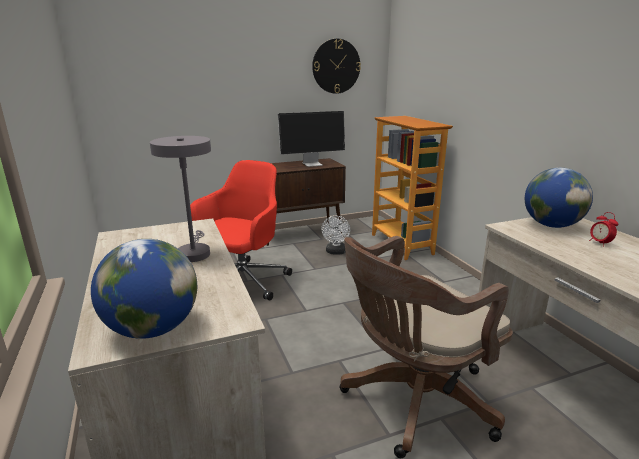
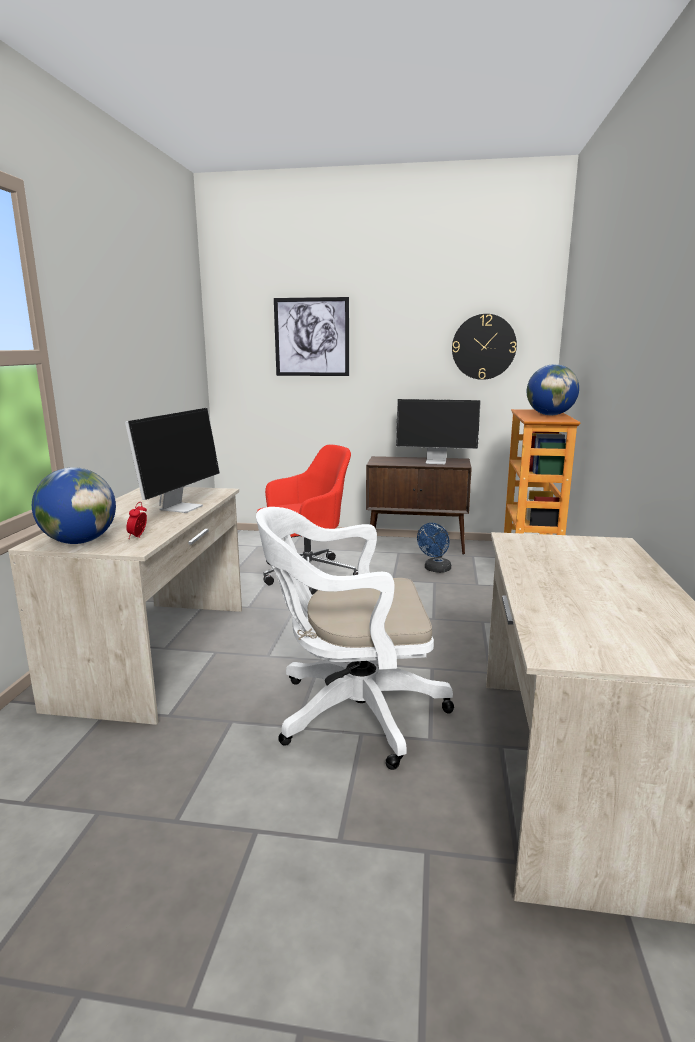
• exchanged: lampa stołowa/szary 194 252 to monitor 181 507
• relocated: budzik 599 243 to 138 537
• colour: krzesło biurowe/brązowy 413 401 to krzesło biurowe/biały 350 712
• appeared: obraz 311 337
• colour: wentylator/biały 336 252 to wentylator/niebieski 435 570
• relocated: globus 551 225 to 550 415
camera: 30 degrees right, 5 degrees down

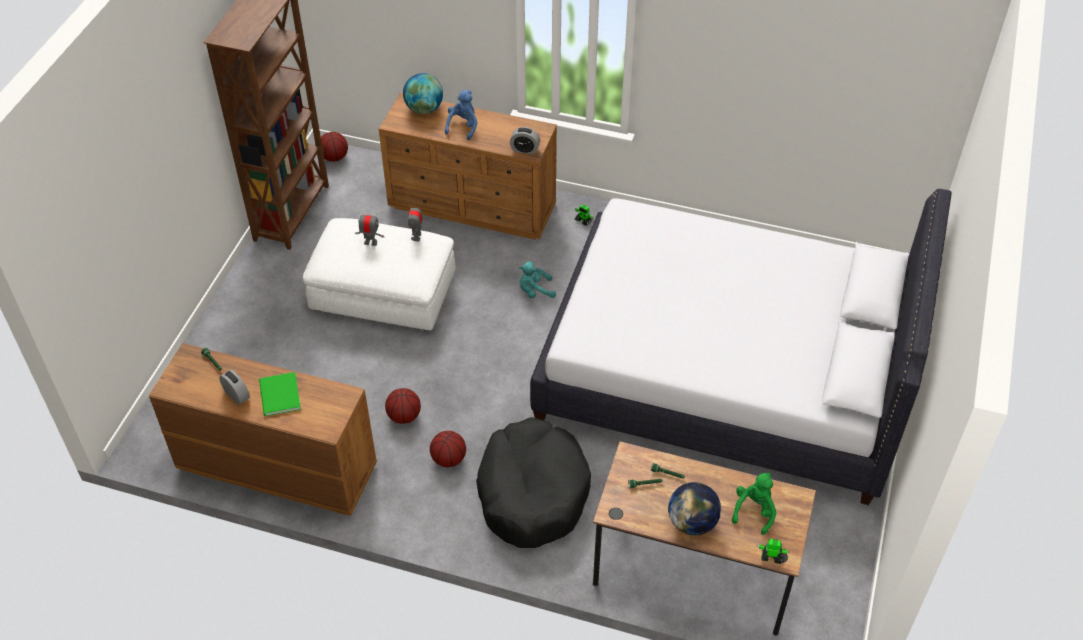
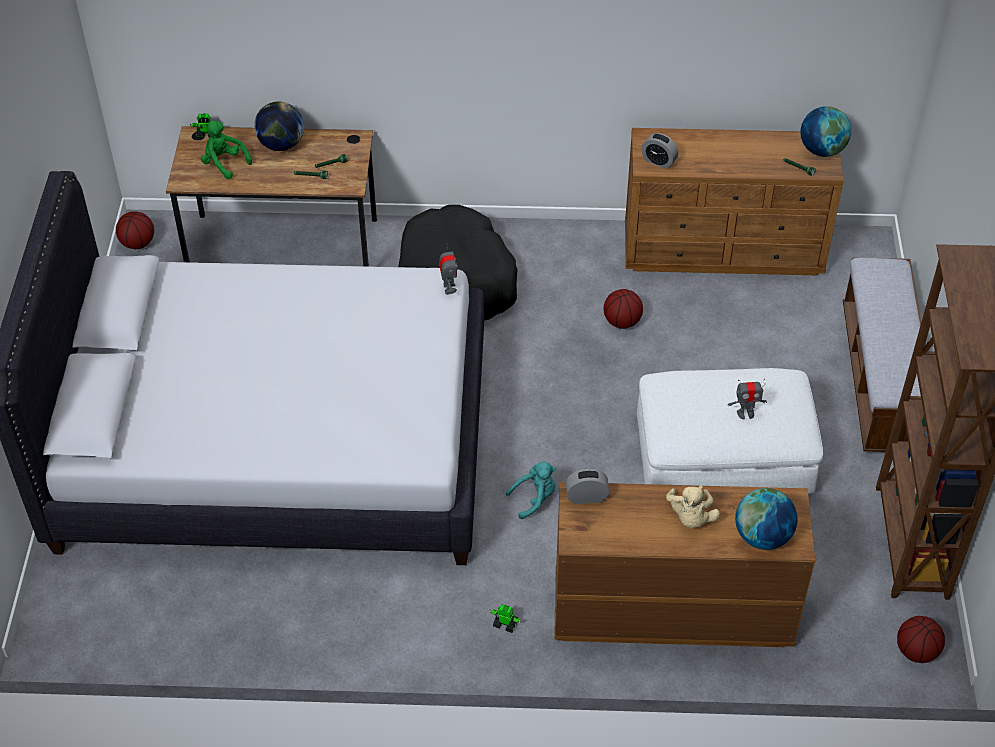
• relocated: piłka do koszykówki 448 459 to 138 243
• spun: pluszak/zielony 754 511 = 224 163 120 degrees clockwise
• relocated: robot zabawkowy 416 236 to 449 288
• relocated: budzik 236 395 to 658 161
• colour: pluszak/niebieski 463 126 to pluszak/beżowy 691 518
• appeared: globus 822 150
• appeared: ławka 880 379
• missing: książka/zielony 279 396
camera: 165 degrees right, 0 degrees up

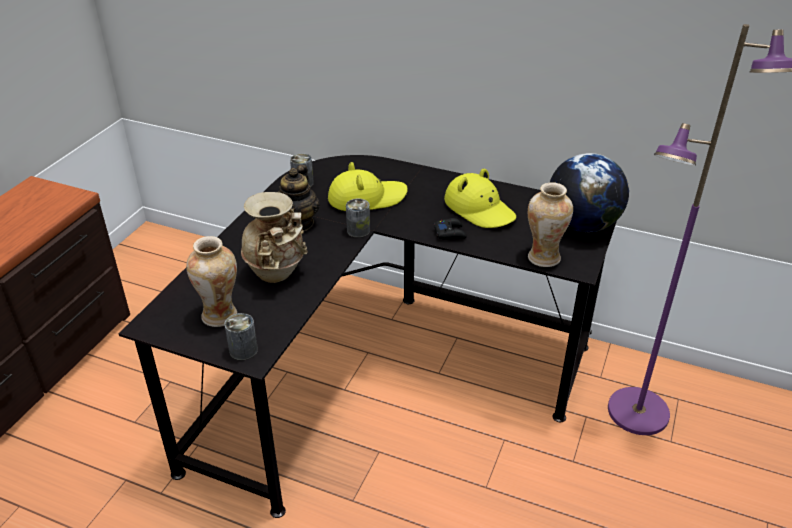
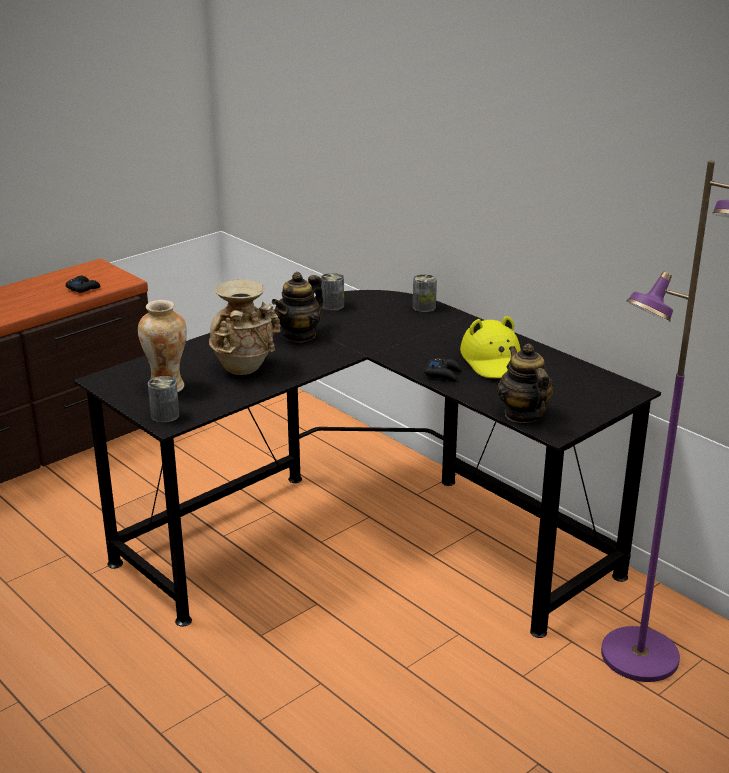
• appeared: pad do gier/czarny 83 288
• relocated: puszka 358 230 to 424 307
• exchanged: wazon 543 257 to imbryk 523 414
• missing: kapelusz/żółty 366 198
• missing: globus 582 225
camera: 25 degrees right, 10 degrees down

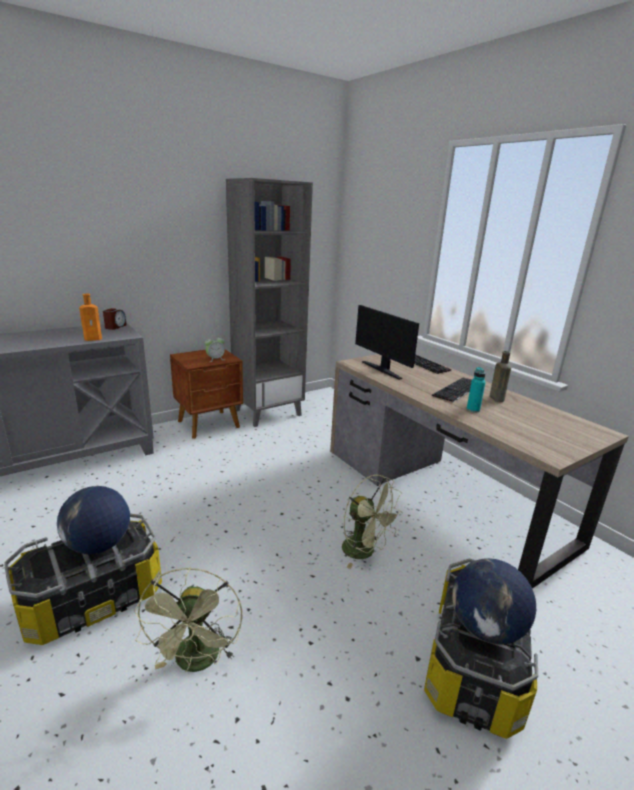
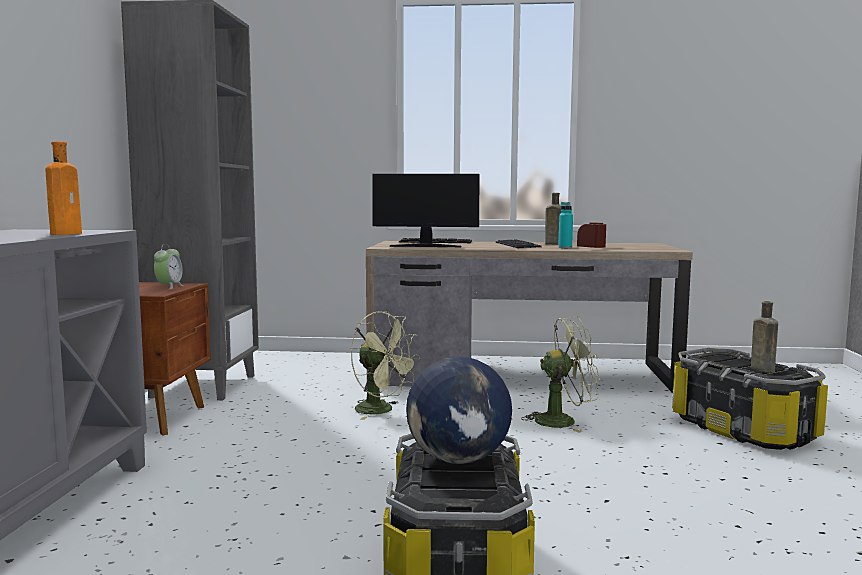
• relocated: wentylator/zielony 197 662 to 381 411
• relocated: budzik 115 327 to 591 246
• exchanged: globus 486 628 to butelka/brązowy 761 369
camera: 50 degrees left, 15 degrees down

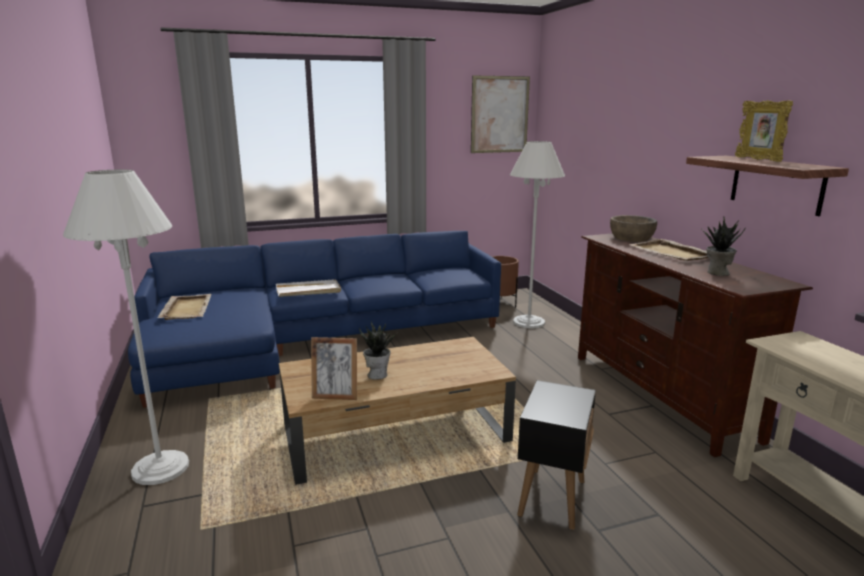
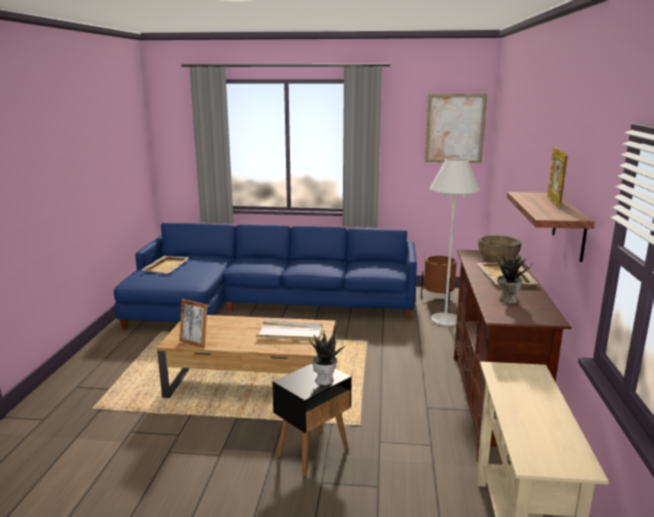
• relocated: taca/biały 308 291 to 290 334
• relocated: roślina doniczkowa 377 374 to 324 380
• missing: lampa stojąca/biały 160 468
camera: 25 degrees right, 0 degrees up

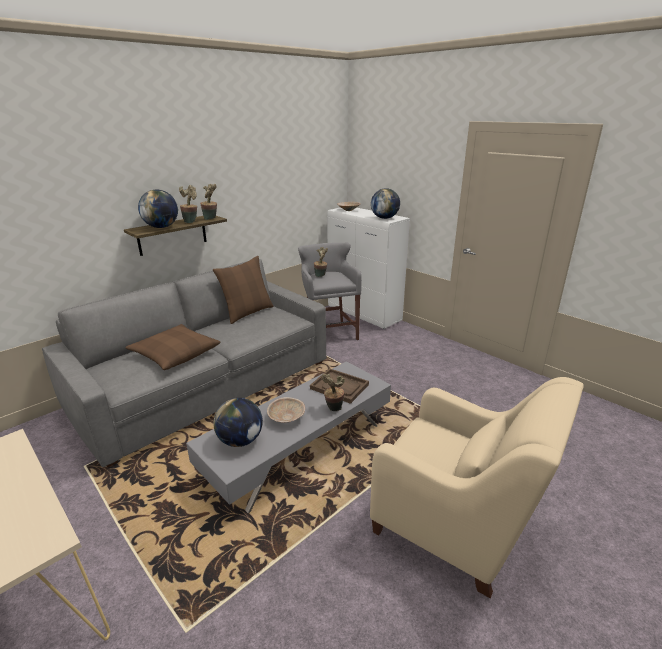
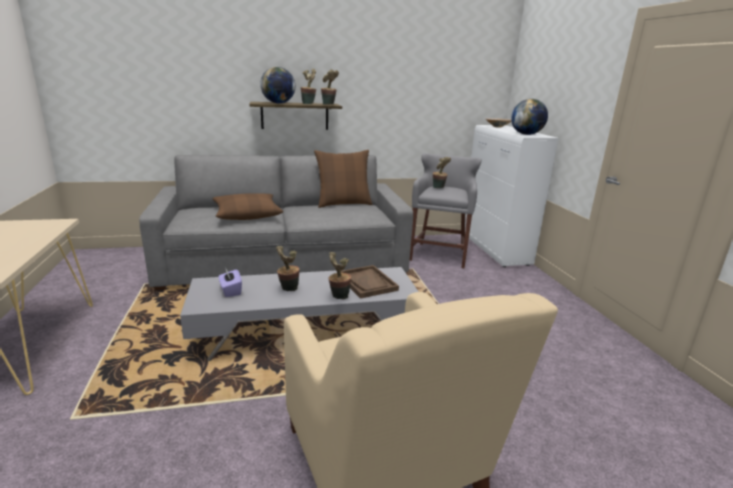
• exchanged: globus 240 440 to pudełko chusteczek/fioletowy 230 291
• exchanged: miska/beżowy 286 418 to roślina doniczkowa 287 289
camera: 30 degrees right, 5 degrees down

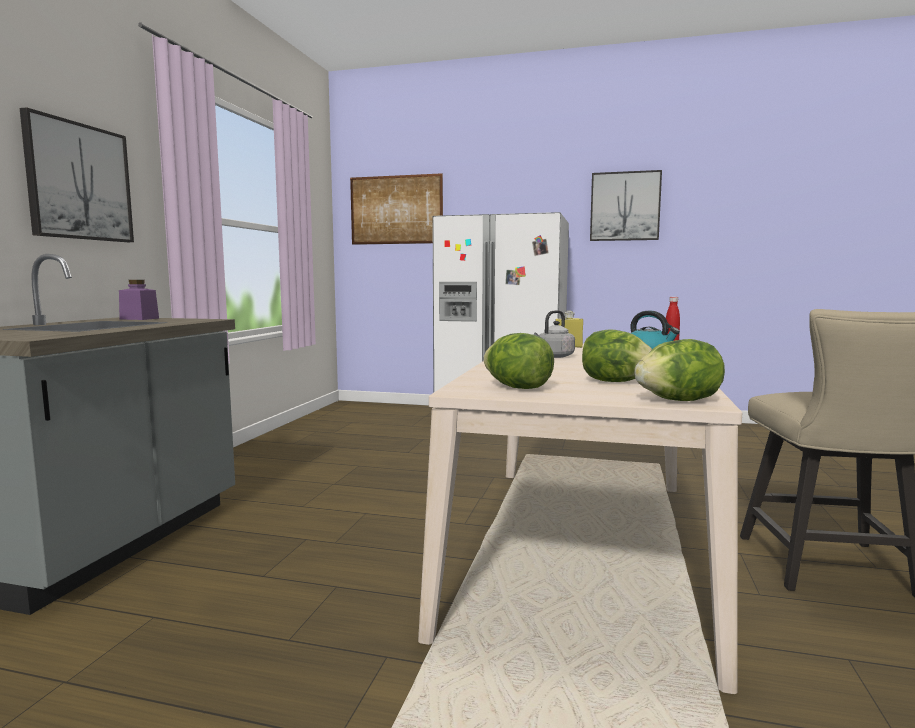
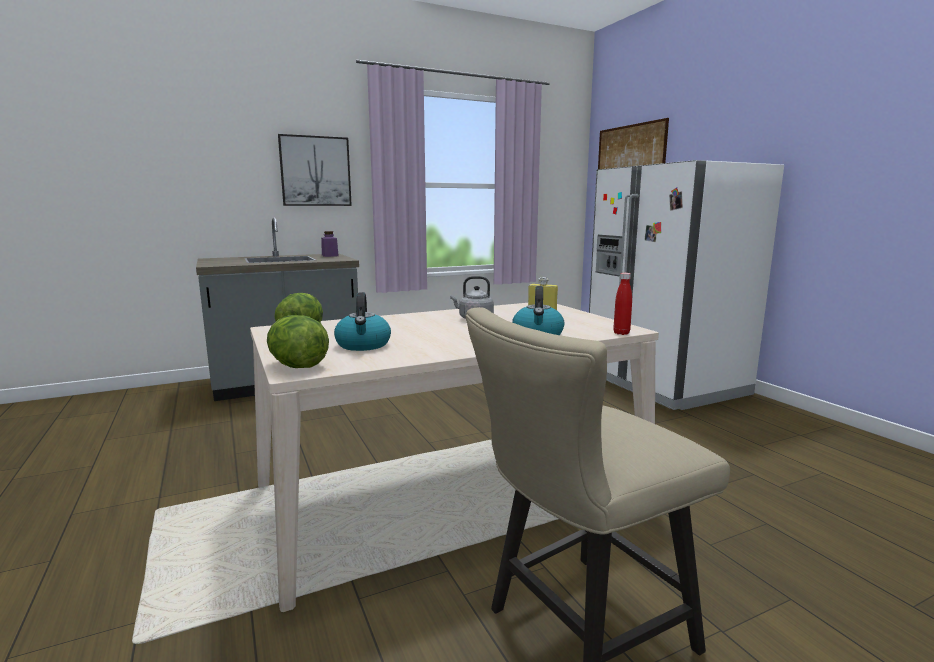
• exchanged: sałata 615 382 to czajnik 363 345
• missing: obraz 625 206
camera: 50 degrees right, 5 degrees up

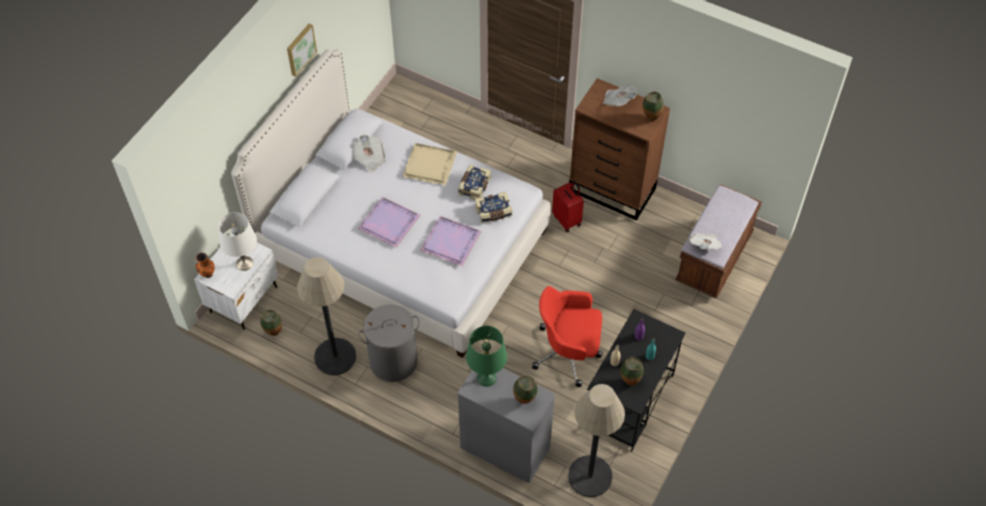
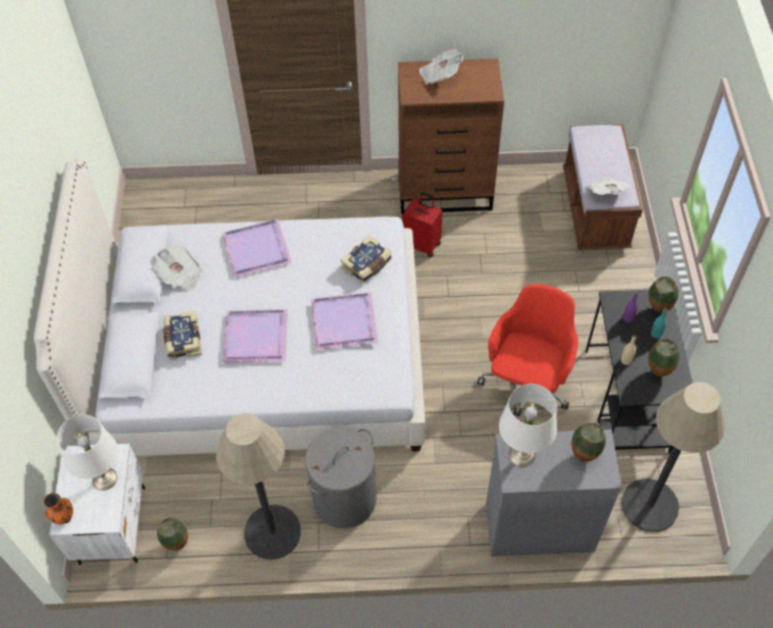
• relocated: książka 474 186 to 183 340
• colour: taca/beżowy 429 164 to taca/fioletowy 255 248
• spun: krzesło biurowe/czerwony 568 352 = 527 382 135 degrees clockwise
• colour: lampa stołowa/zielony 486 378 to lampa stołowa/biały 521 454
• relocated: wazon 650 118 to 657 310
• missing: obraz 300 49
camera: 30 degrees left, 0 degrees up

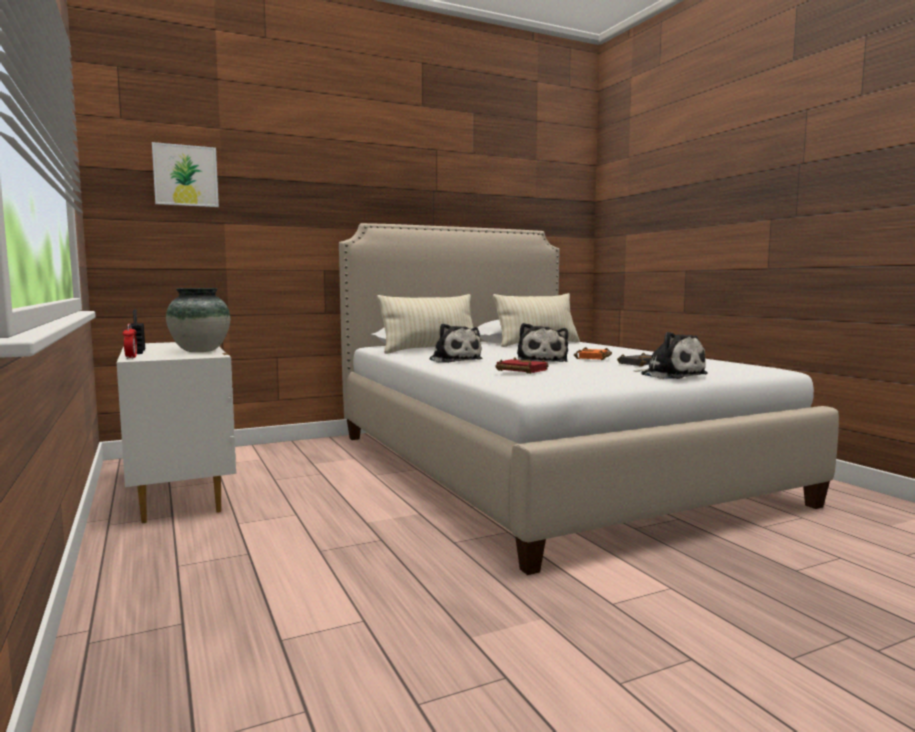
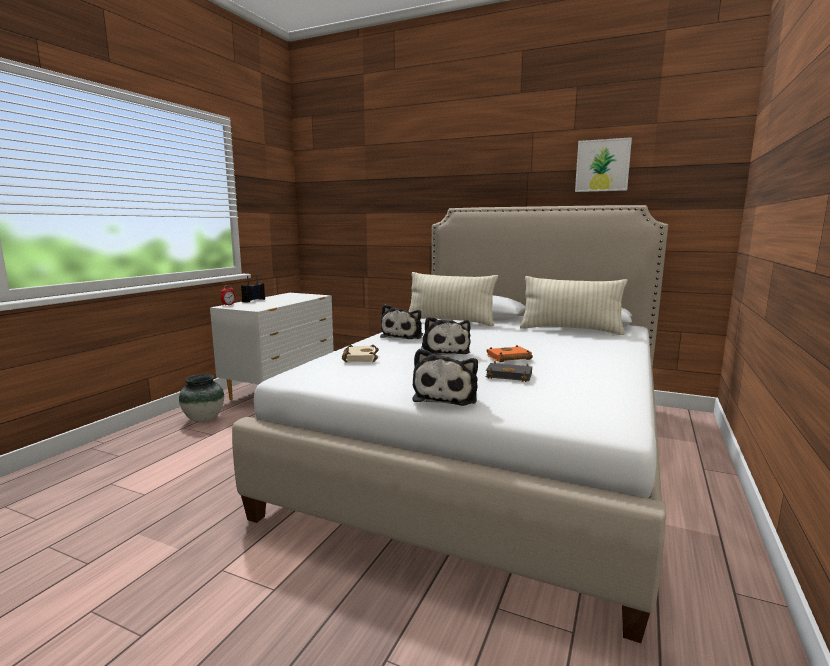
• relocated: wazon 199 351 to 203 419
• colour: książka/czerwony 519 370 to książka/beżowy 359 357
• spun: pluszak 541 361 = 444 351 60 degrees counterclockwise
• relocated: obraz 185 175 to 602 165
camera: 50 degrees right, 5 degrees up

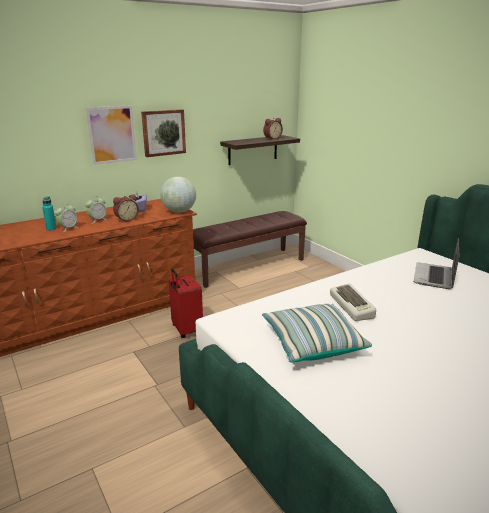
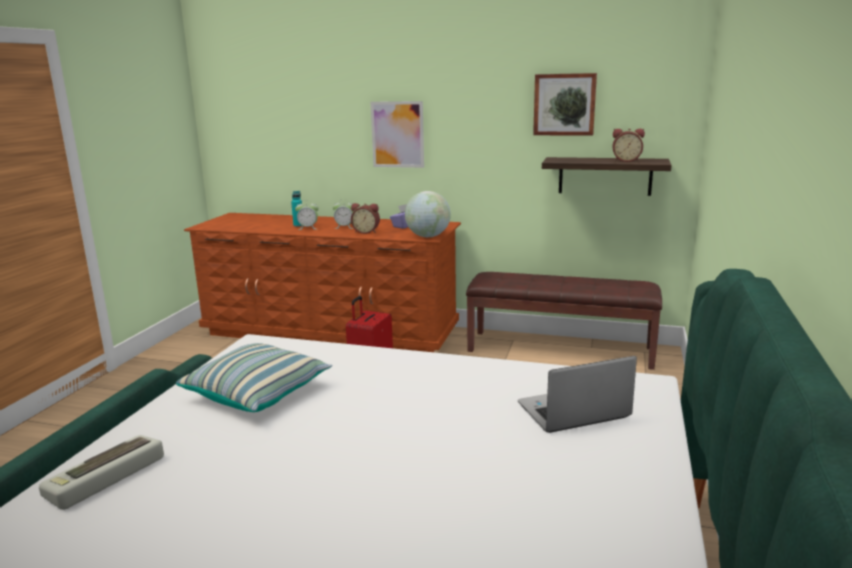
• relocated: klawiatura 353 306 to 106 478
• relocated: obraz 163 132 to 564 104
camera: 50 degrees right, 5 degrees down

